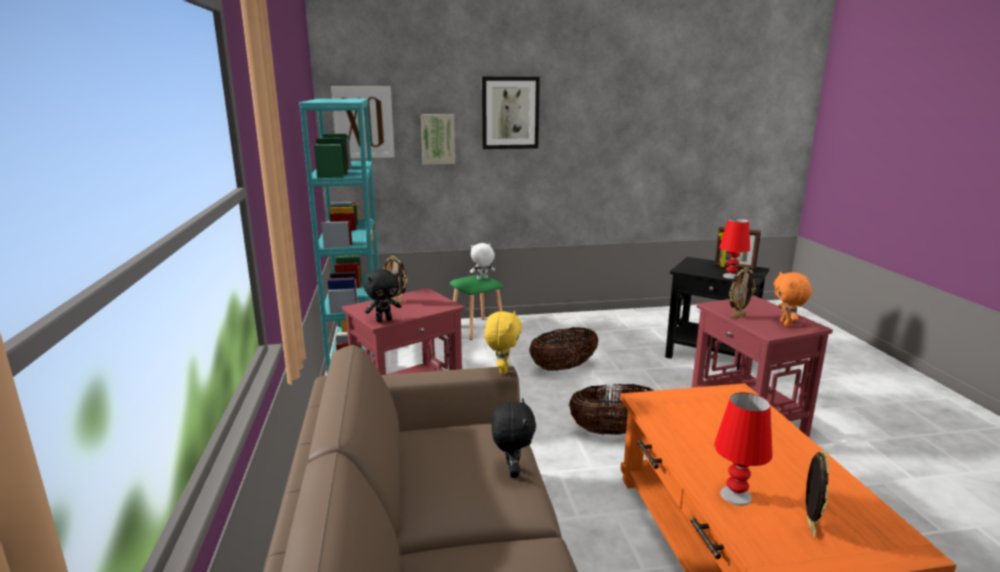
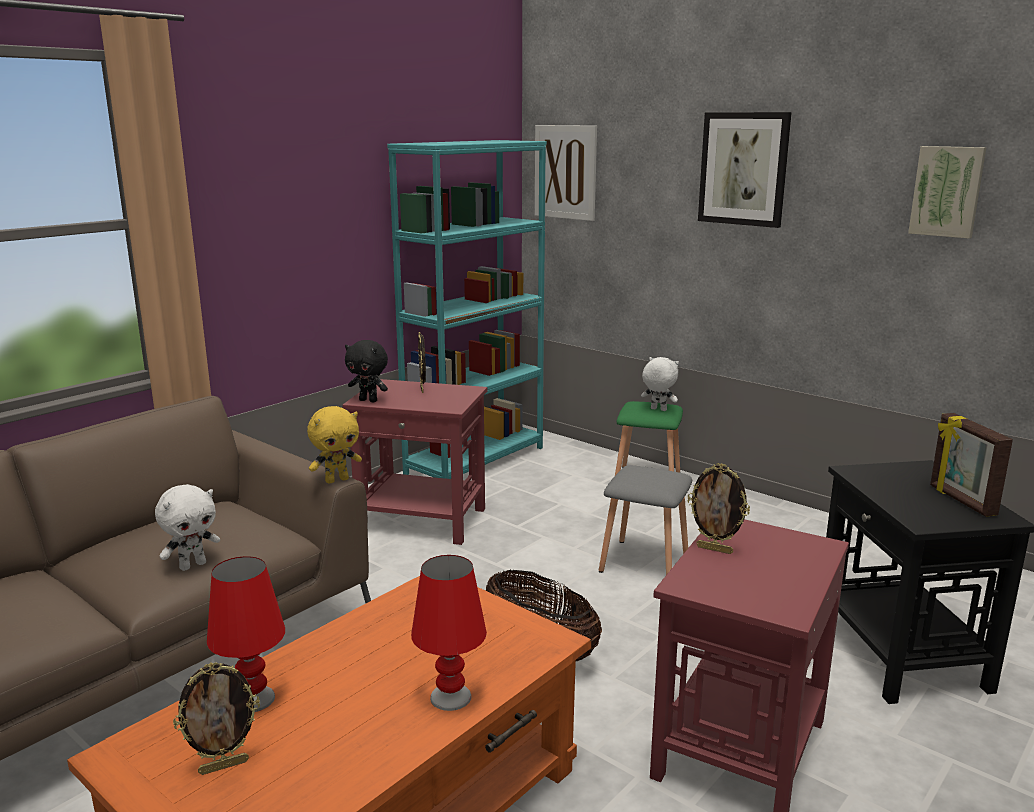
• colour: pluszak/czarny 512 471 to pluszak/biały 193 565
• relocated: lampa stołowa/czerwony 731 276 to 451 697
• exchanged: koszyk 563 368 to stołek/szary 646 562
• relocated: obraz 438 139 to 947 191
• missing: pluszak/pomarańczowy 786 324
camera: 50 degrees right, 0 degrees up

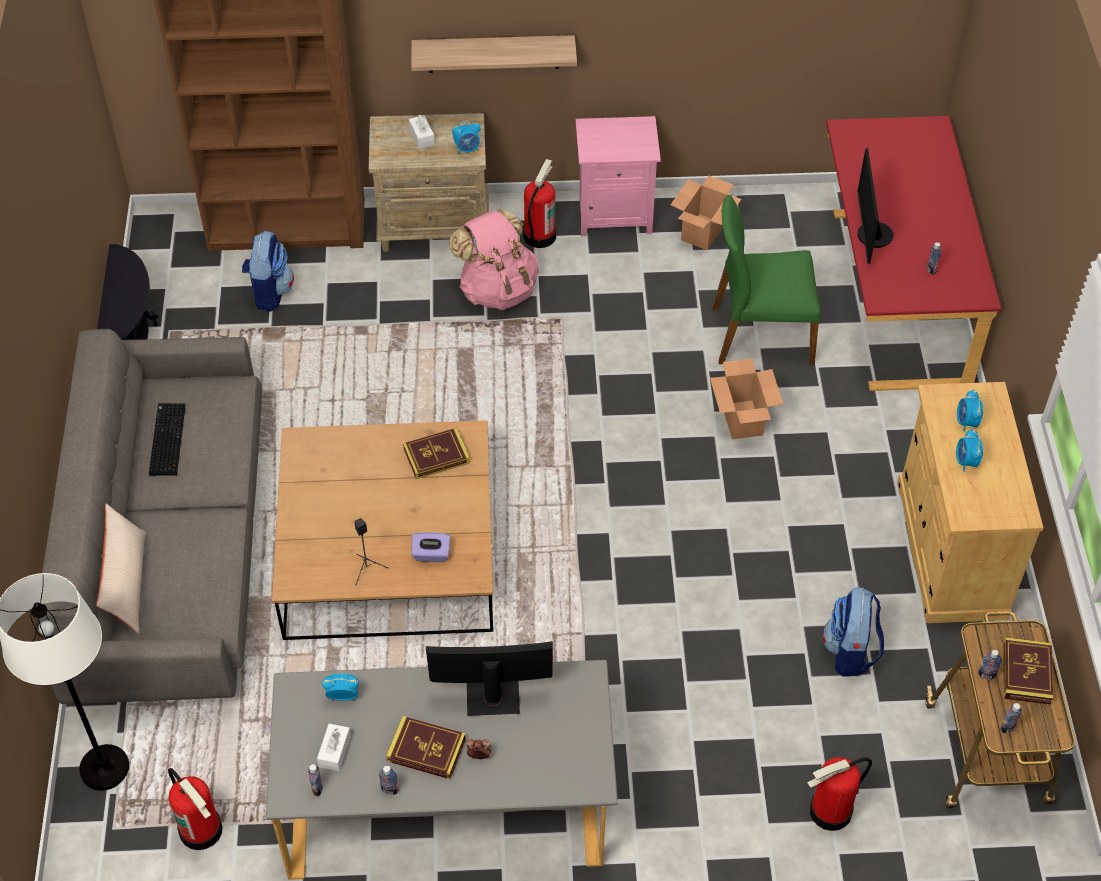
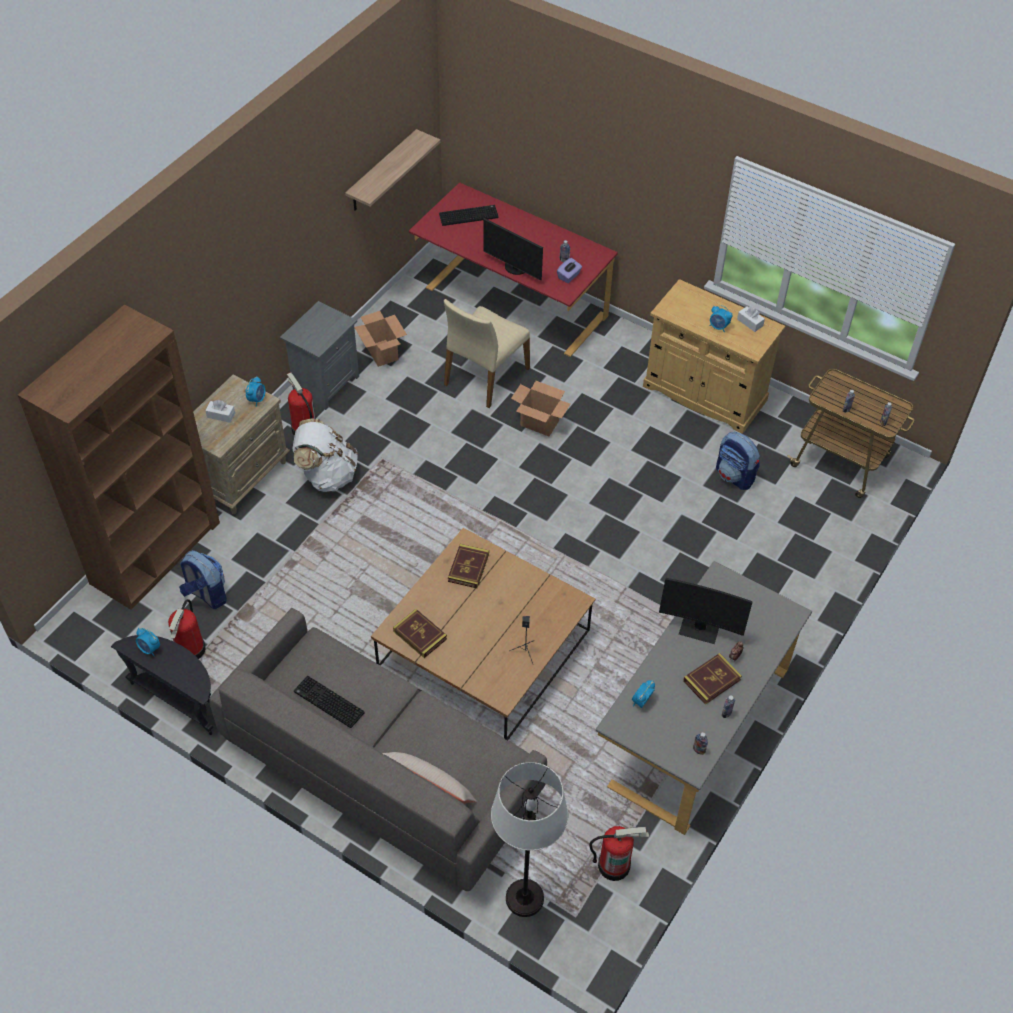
• relocated: budzik 966 422 to 150 649
• relocated: gaśnica 830 812 to 191 650
• colour: szafka nocna/różowy 614 214 to szafka nocna/szary 325 384
• colour: plecak/różowy 497 289 to plecak/biały 327 475
• relocated: półka 493 53 to 382 172
• relocated: książka 1026 673 to 420 635
• appeared: klawiatura 469 215
• colour: krzesło/zielony 760 334 to krzesło/beżowy 485 376
• relocated: pudełko chusteczek/fioletowy 431 554 to 569 276
• spun: monitor 492 698 = 699 628 105 degrees counterclockwise
• relocated: pudełko chusteczek/biały 334 751 to 750 322
camera: 55 degrees left, 0 degrees up

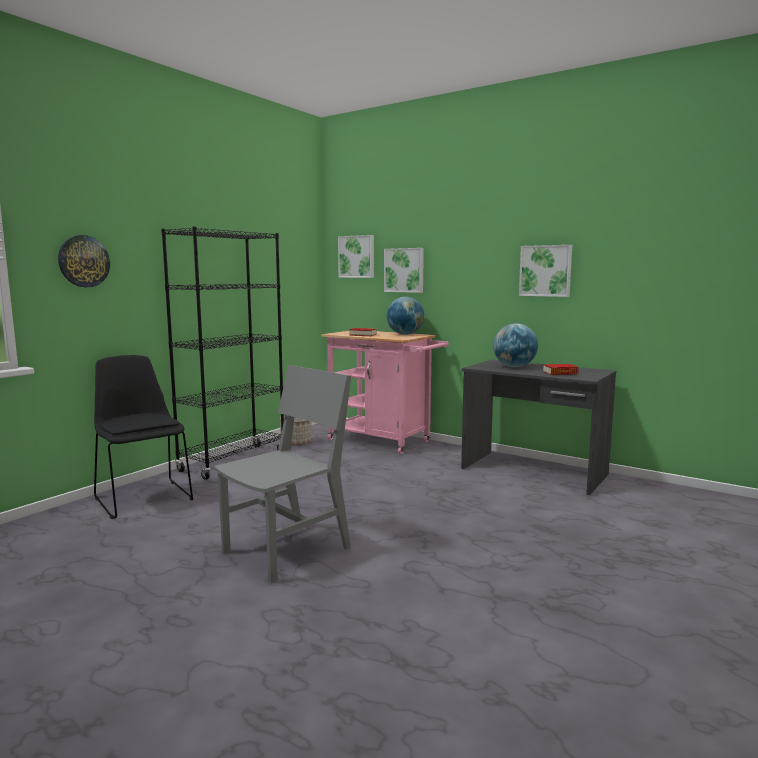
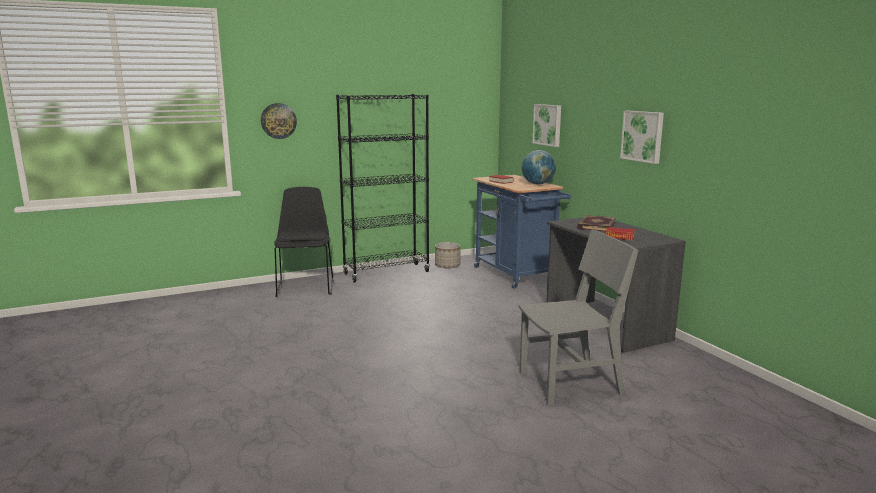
• colour: wózek/różowy 384 441 to wózek/niebieski 516 276
• relocated: krzesło/szary 287 550 to 570 383
• exchanged: globus 514 367 to książka 595 225
• missing: obraz 357 256
camera: 30 degrees right, 5 degrees up

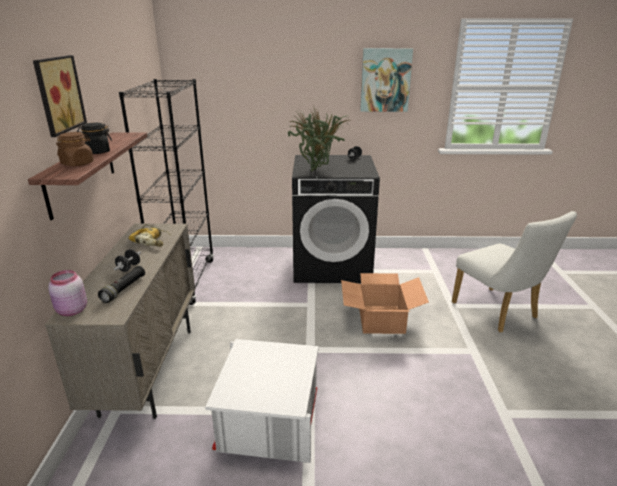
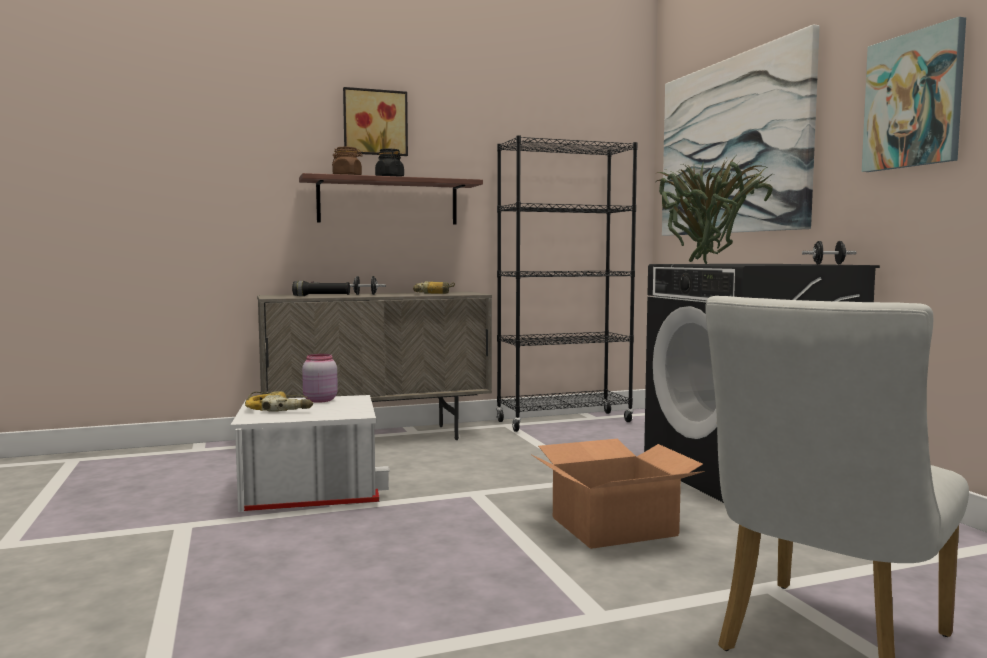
• appeared: wiertarka 279 409
• relocated: słoik/różowy 71 311 to 319 400
• appeared: obraz 731 146
camera: 70 degrees right, 20 degrees down

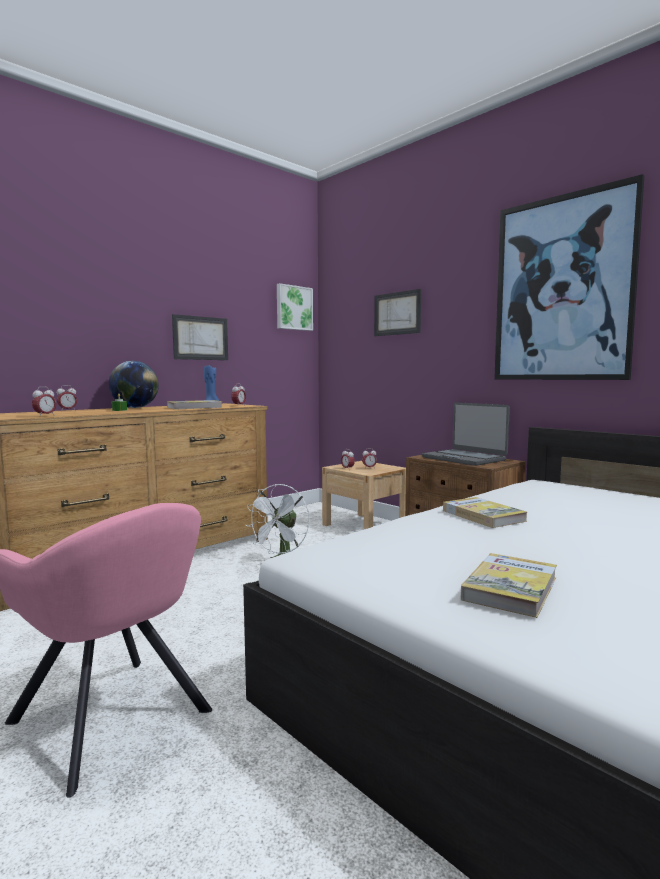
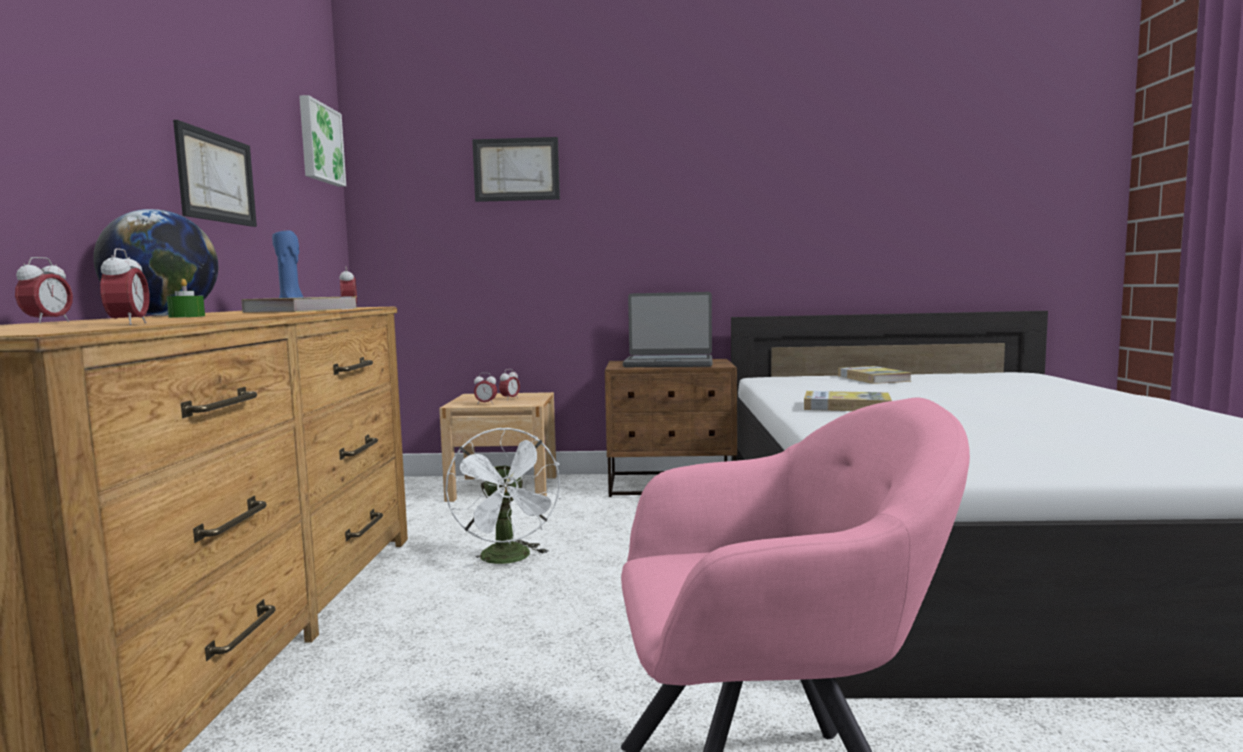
• relocated: książka 510 588 to 873 378
• missing: obraz 562 289
camera: 45 degrees left, 0 degrees up

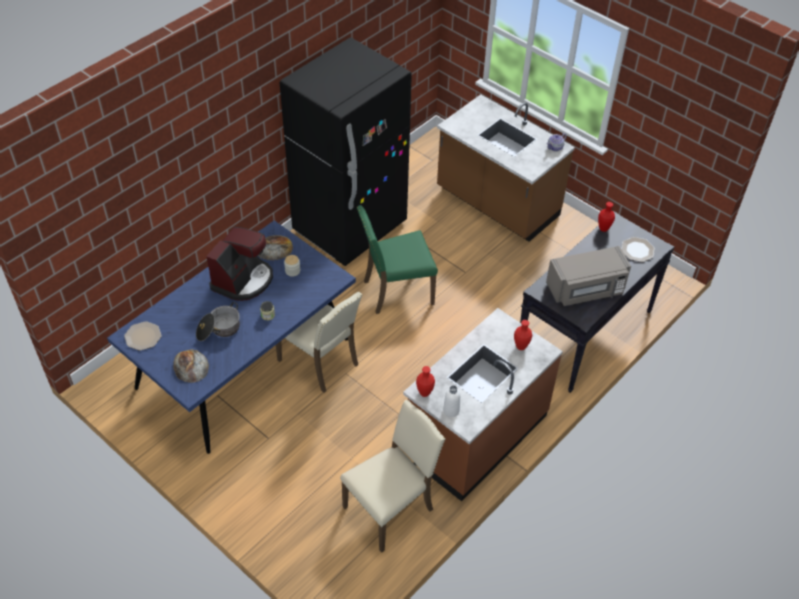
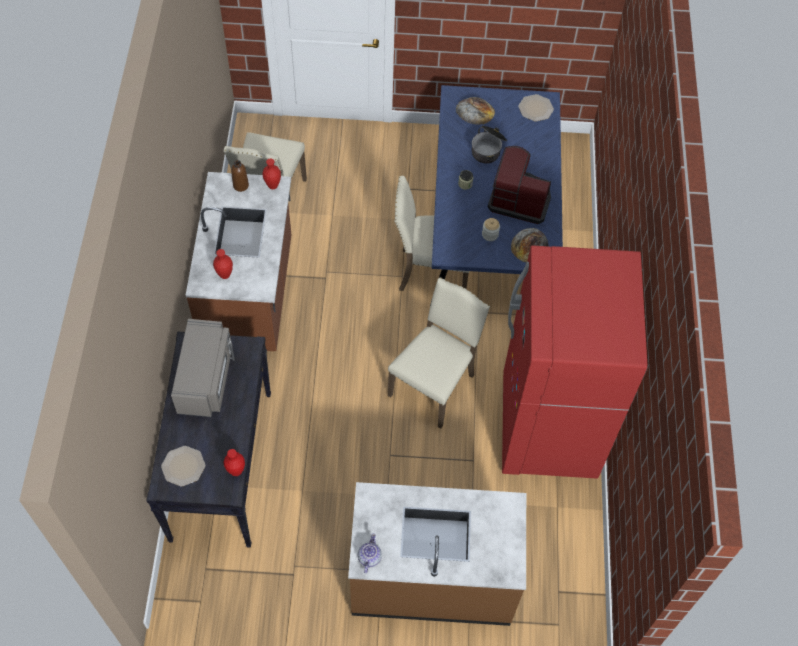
• spun: mikrofalówka/szary 586 289 = 206 378 150 degrees clockwise
• colour: butelka/biały 451 410 to butelka/brązowy 241 185
• colour: krzesło/zielony 396 291 to krzesło/beżowy 434 384
• spun: ekspres do kawy 243 280 = 519 199 120 degrees clockwise
• colour: lodówka/czarny 350 227 to lodówka/czerwony 548 427
camera: 140 degrees right, 10 degrees up

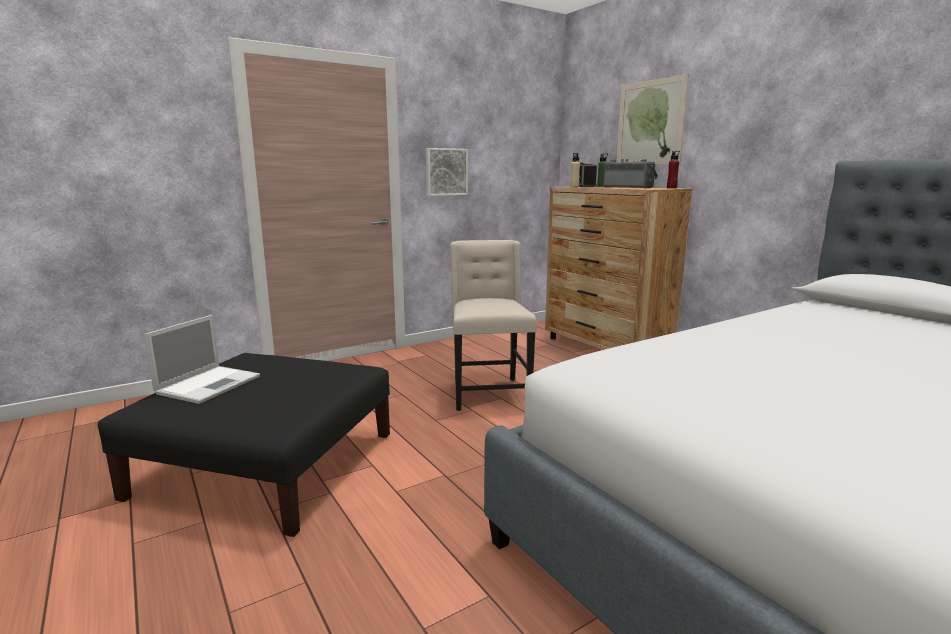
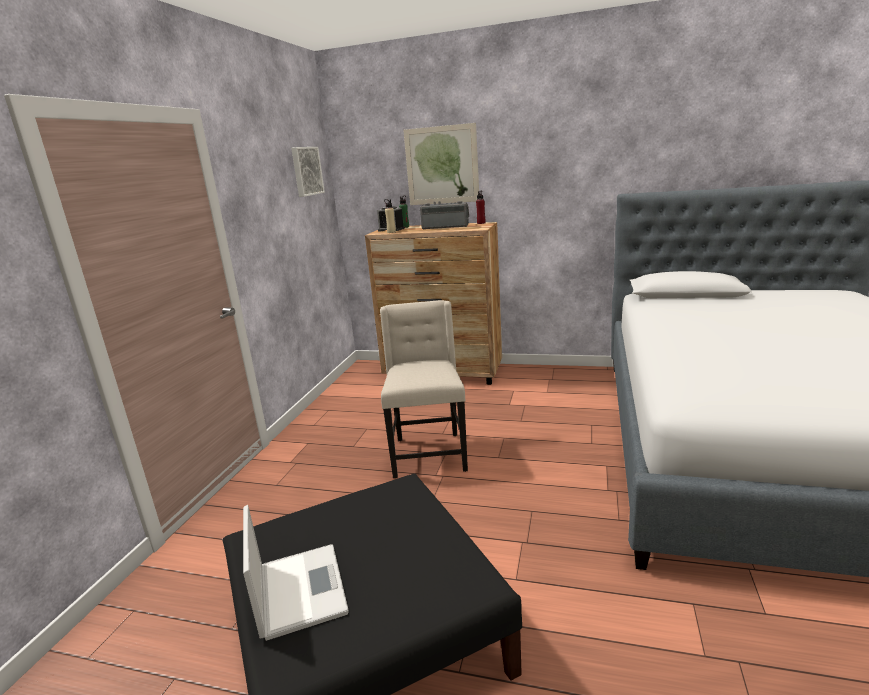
• relocated: obraz 446 172 to 306 171
• spun: krzesło/beżowy 488 393 = 428 454 45 degrees clockwise
camera: 40 degrees left, 5 degrees up

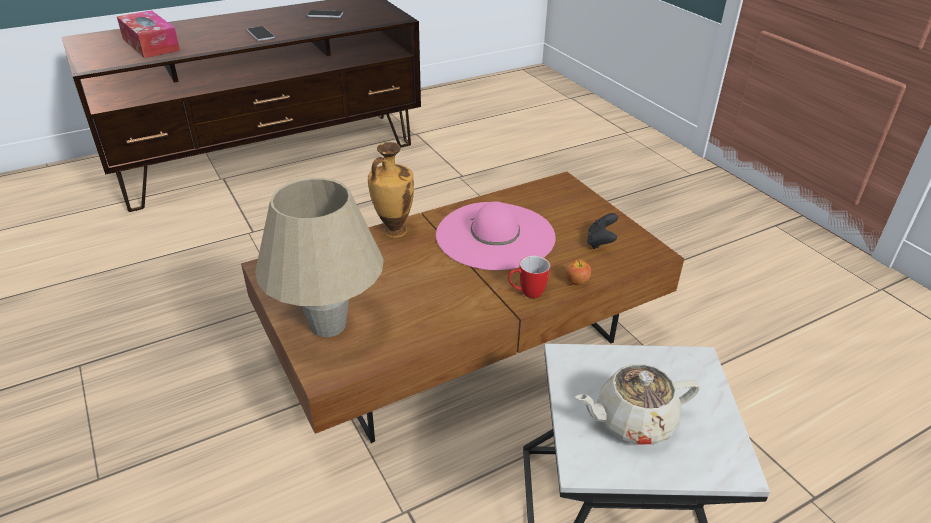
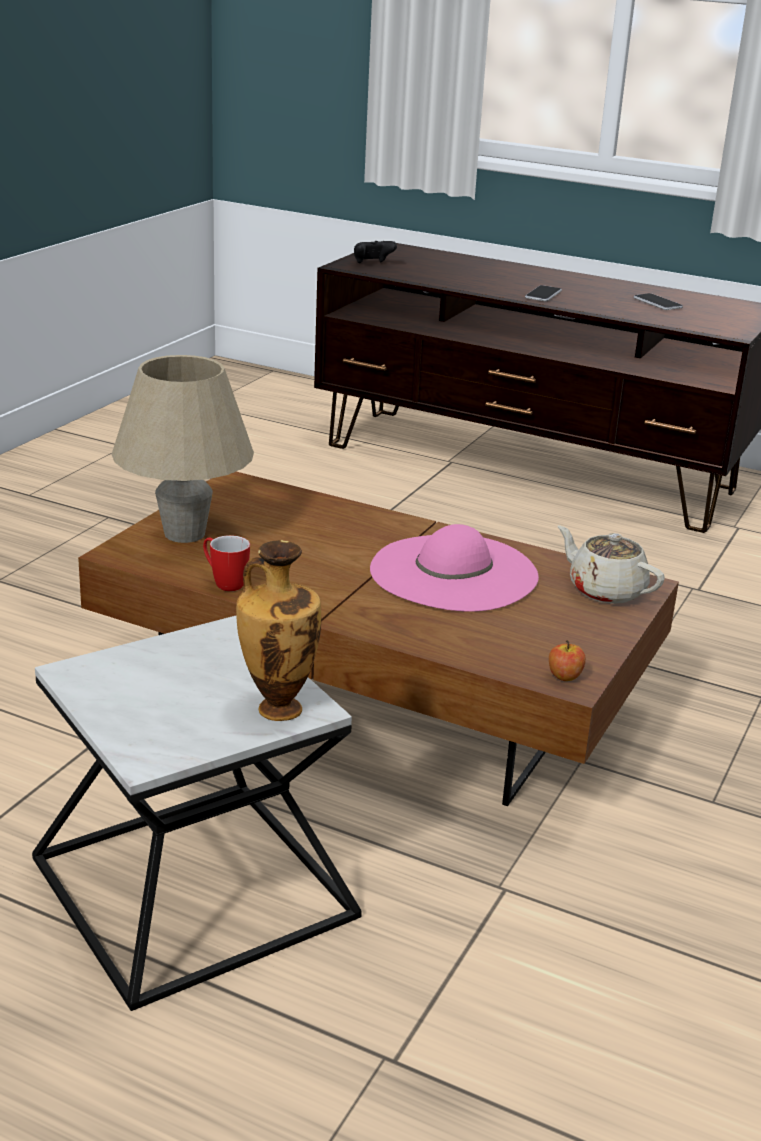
• relocated: kubek 526 293 to 224 583
• relocated: wazon 393 231 to 277 708
• relocated: pad do gier/czarny 600 242 to 372 264
• relocated: jabłko 576 281 to 564 676
• relocated: imbryk/beżowy 633 421 to 605 590
• missing: pudełko chusteczek 151 44
camera: 55 degrees right, 10 degrees down

